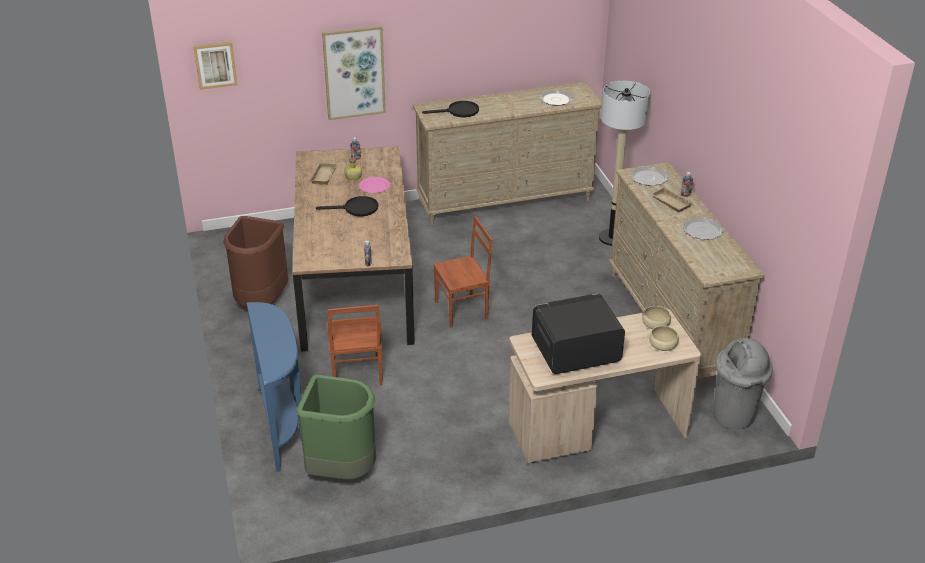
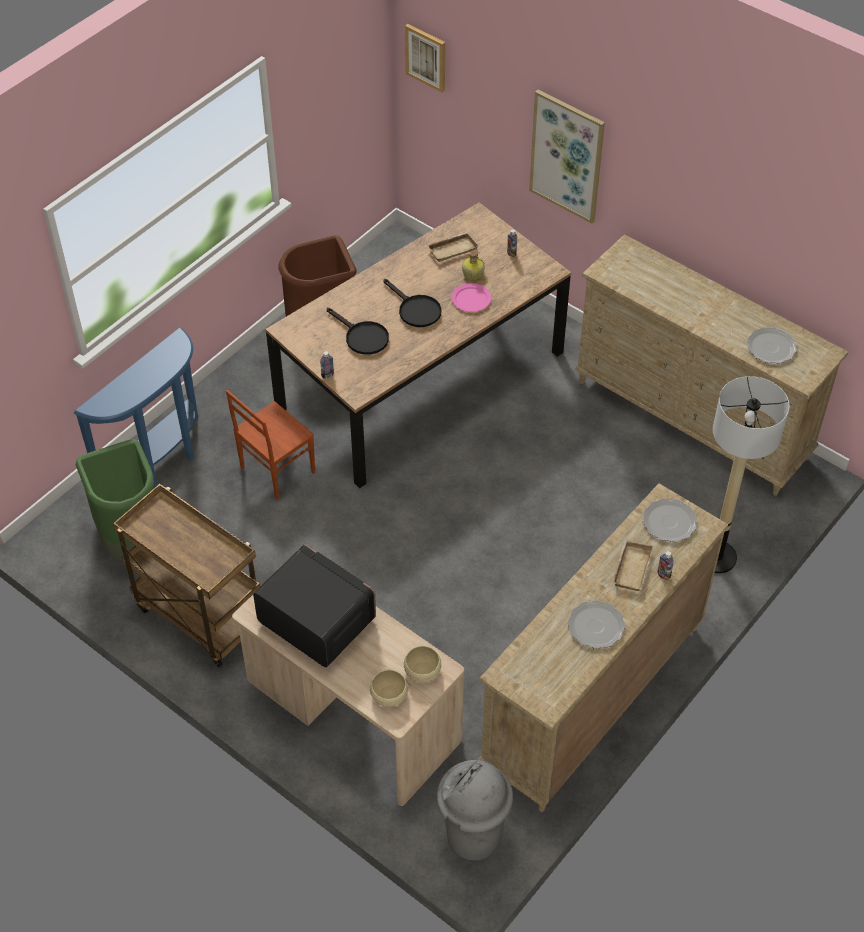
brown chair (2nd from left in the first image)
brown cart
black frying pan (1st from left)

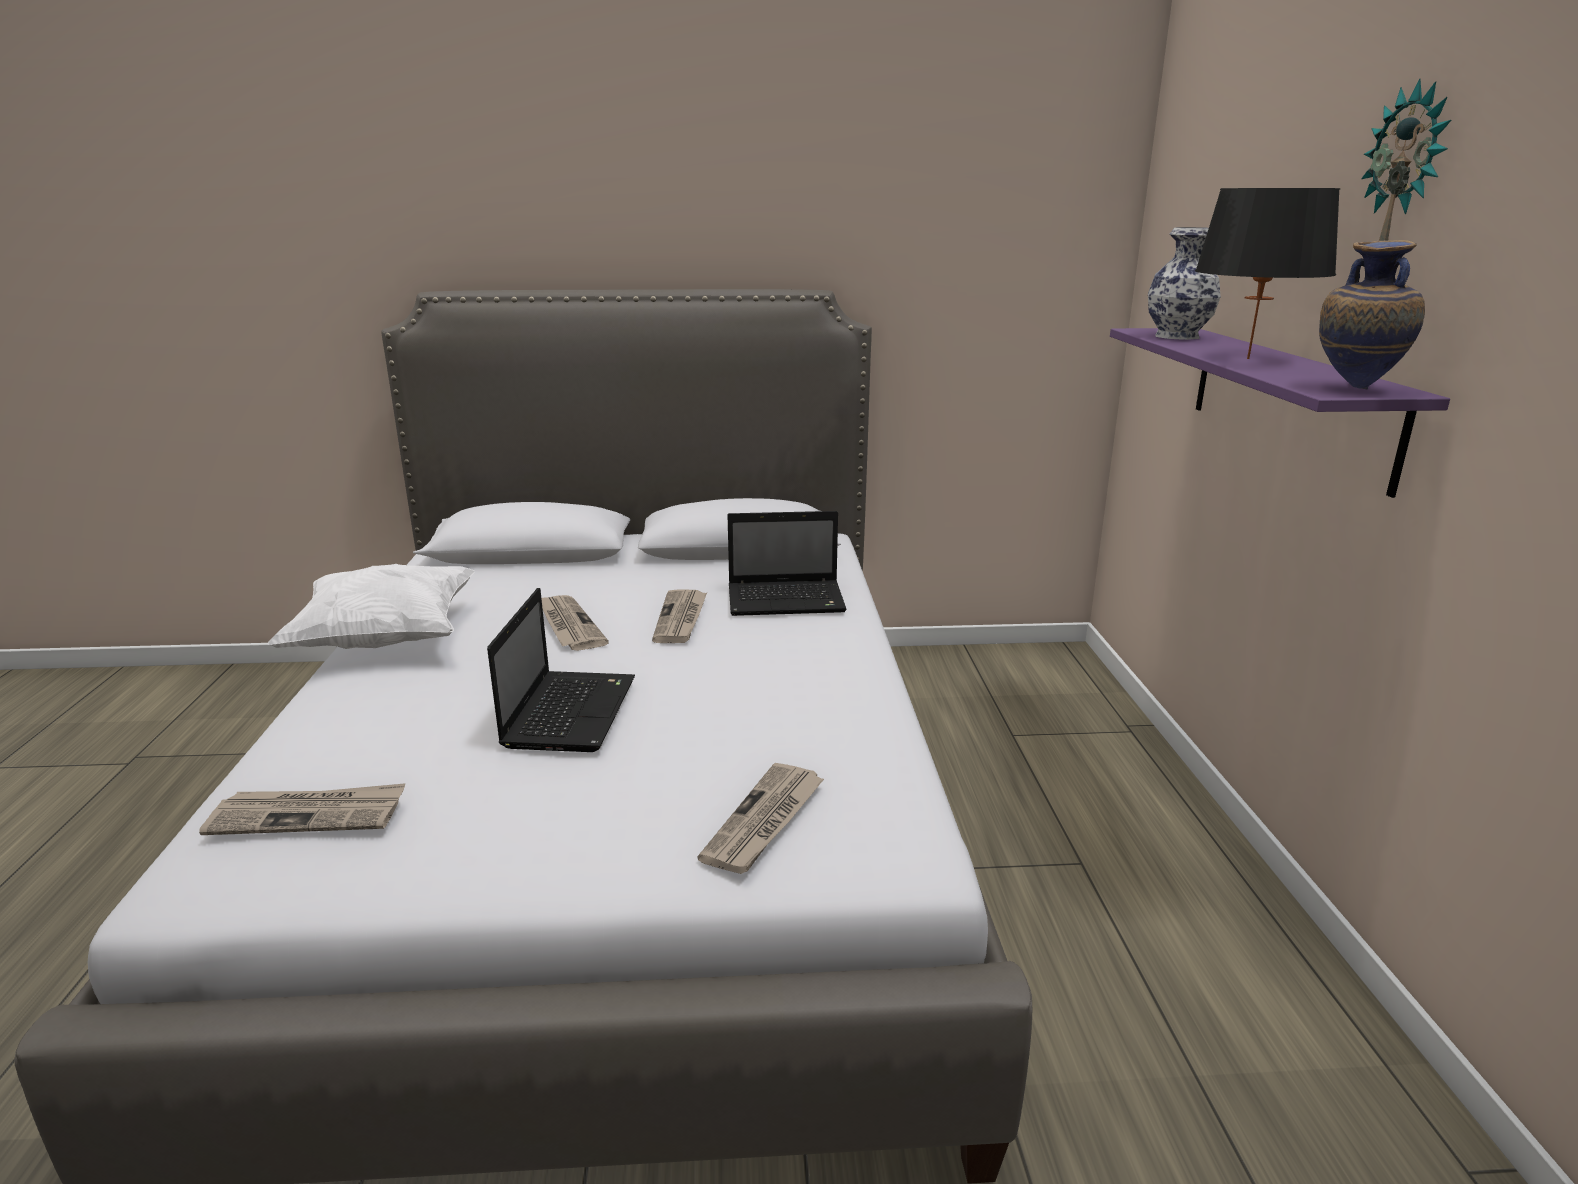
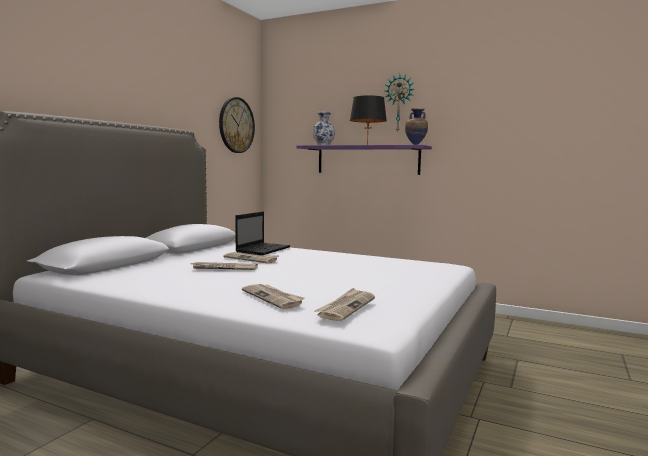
white pillow
laptop (1st from left in the first image)
wall clock (1st from left)
newspaper (3rd from left)

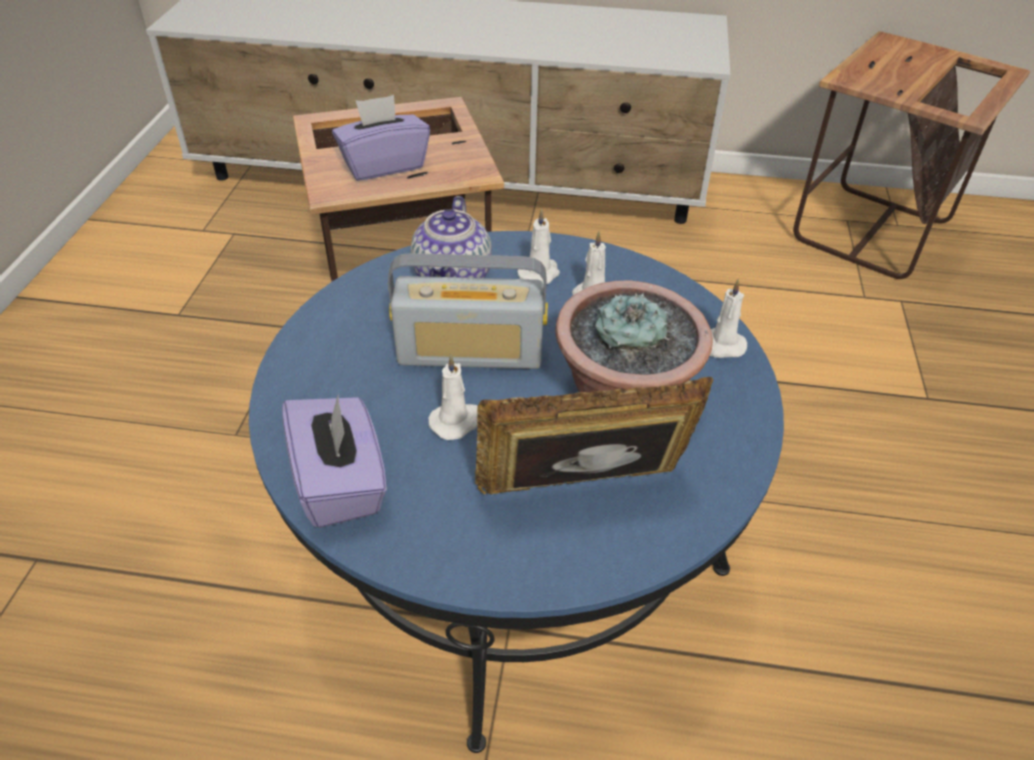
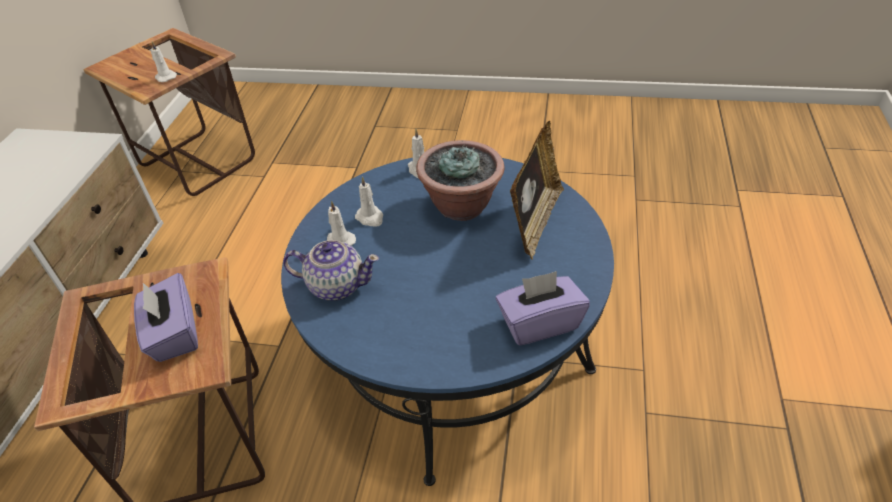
radio
white candle (1st from left)
picture frame

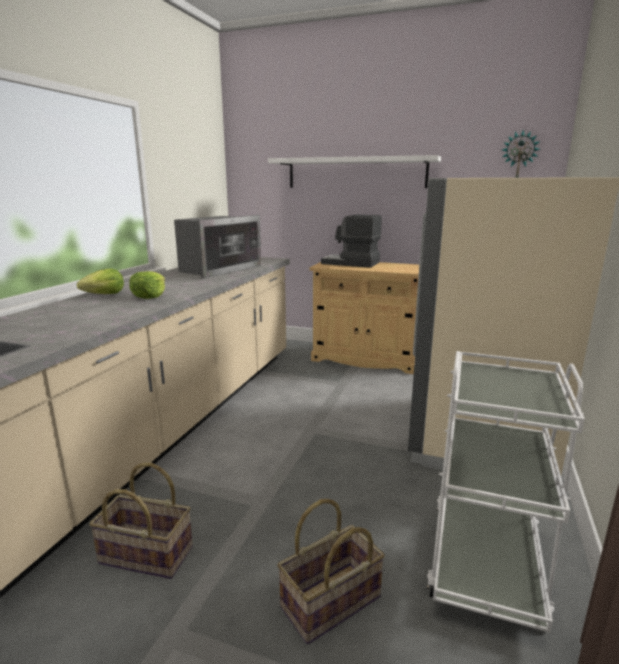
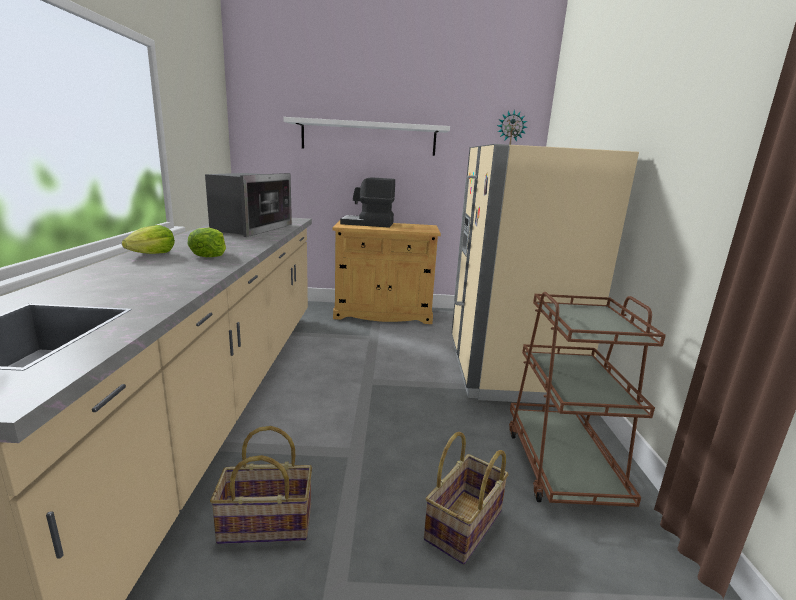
brown cart

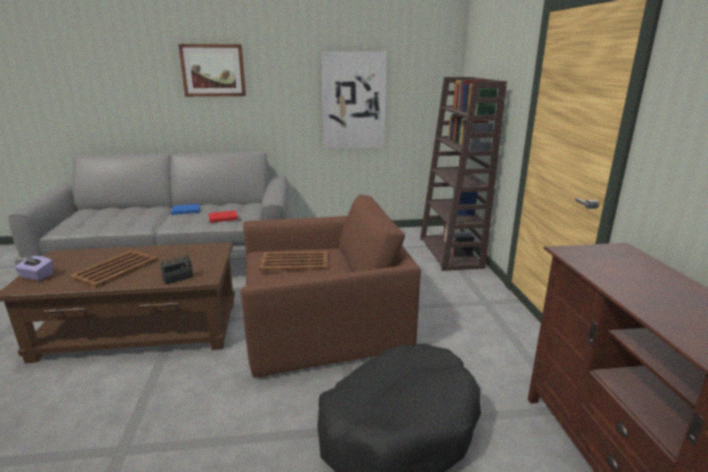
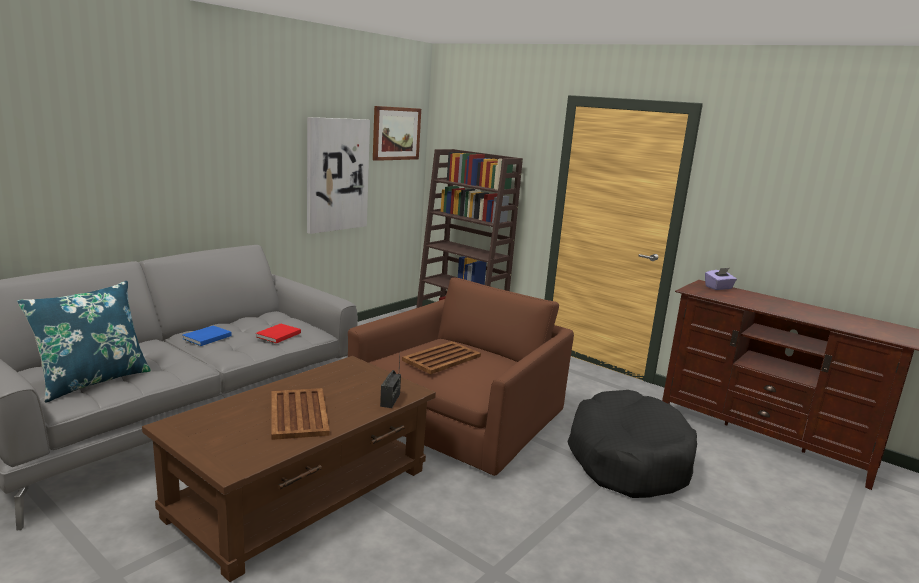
blue pillow
purple tissue box
picture (2nd from left)

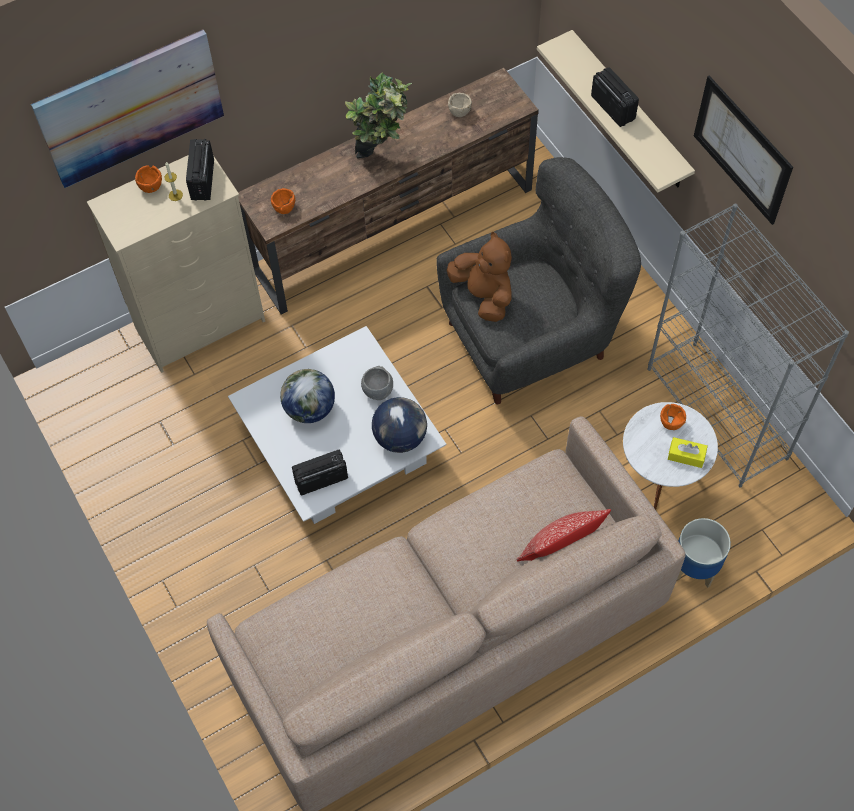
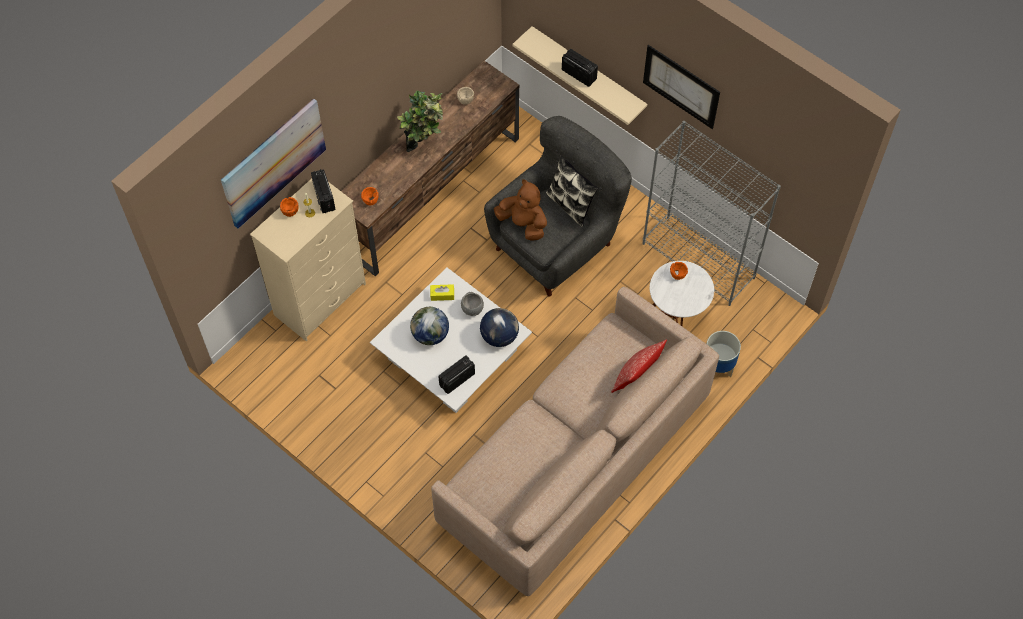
pillow (1st from left)
yellow tissue box

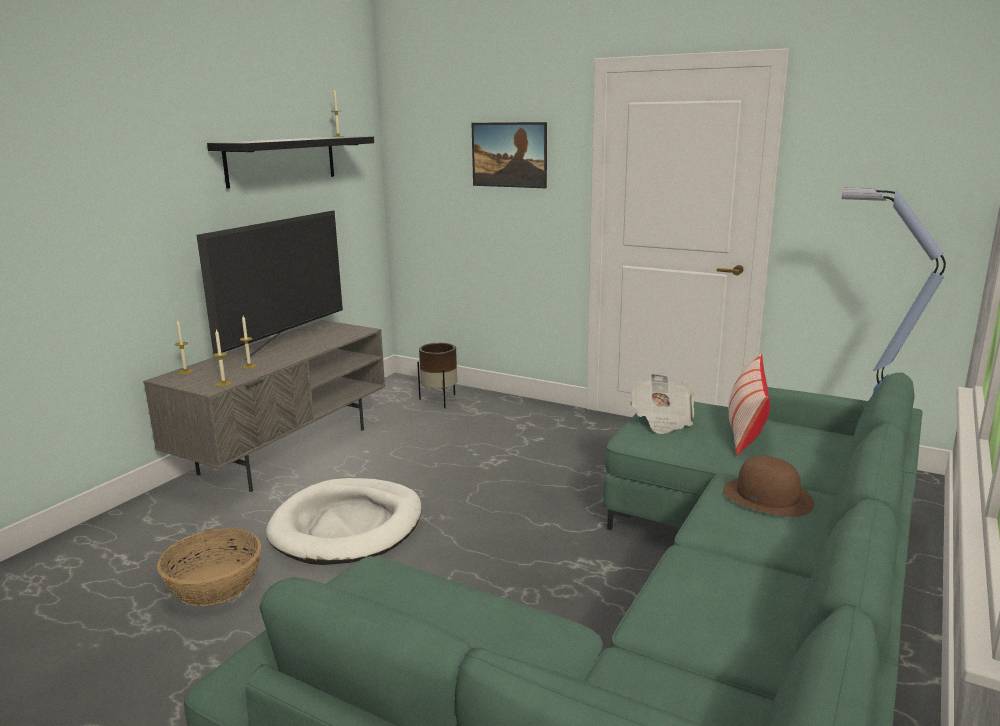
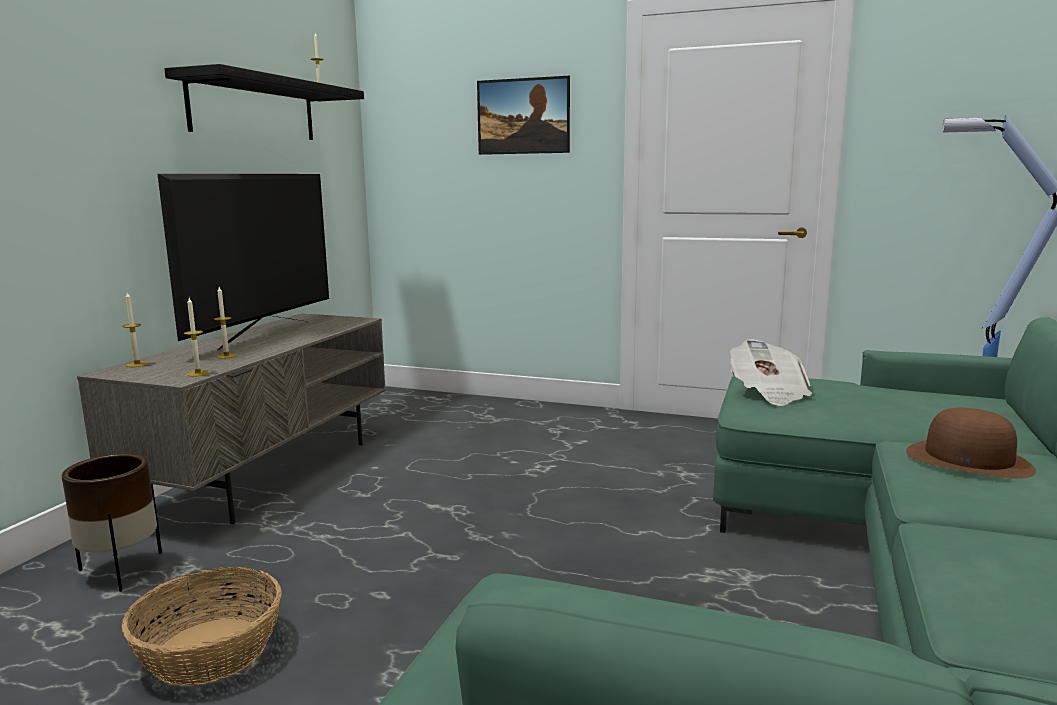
white dog bed
pillow
brown planter

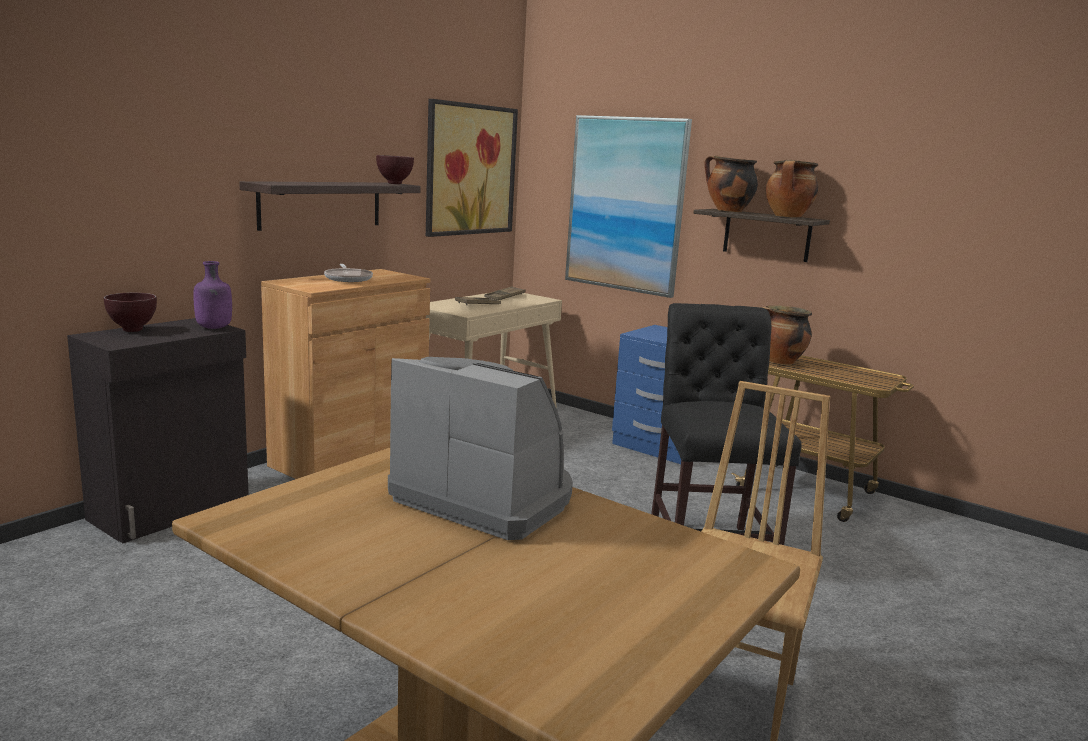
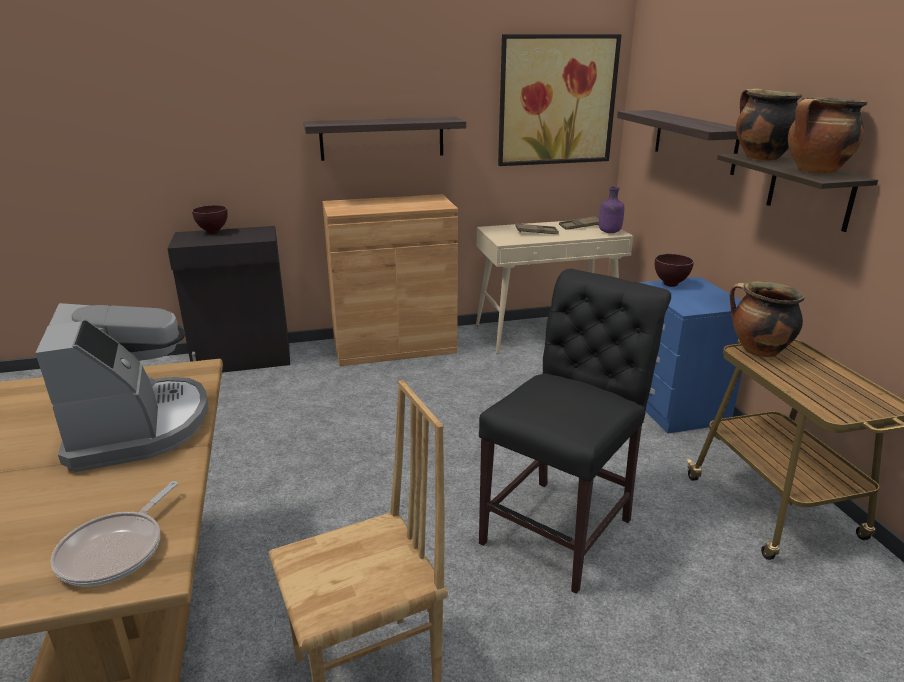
purple bottle
frying pan
brown bowl (2nd from left)
shelf (2nd from left)

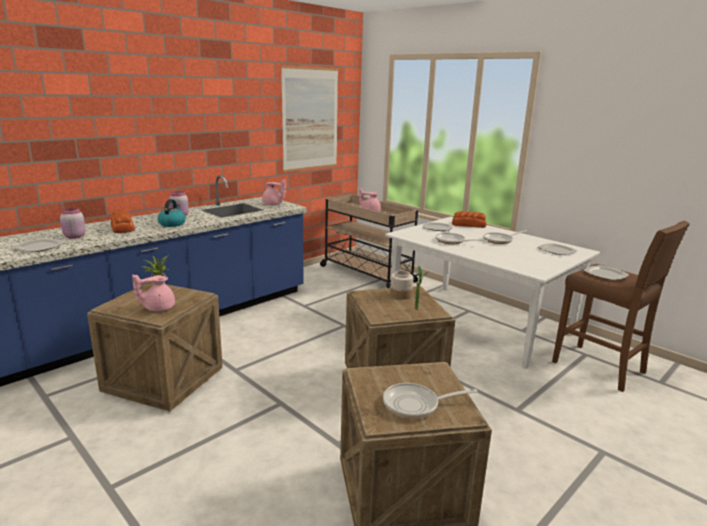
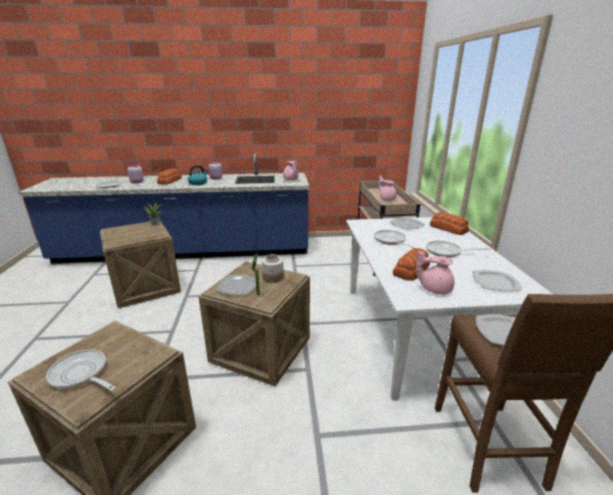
picture
plate (2nd from left)
bread (2nd from left)
pink teapot (3rd from left)

